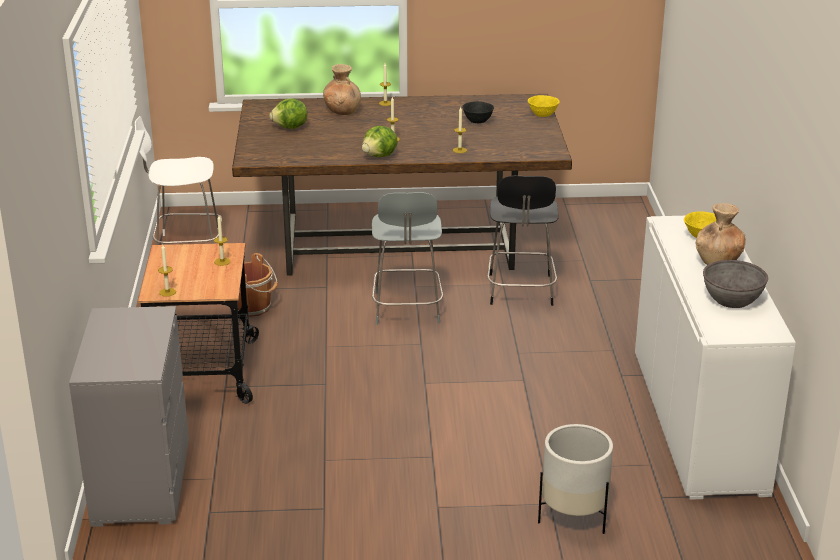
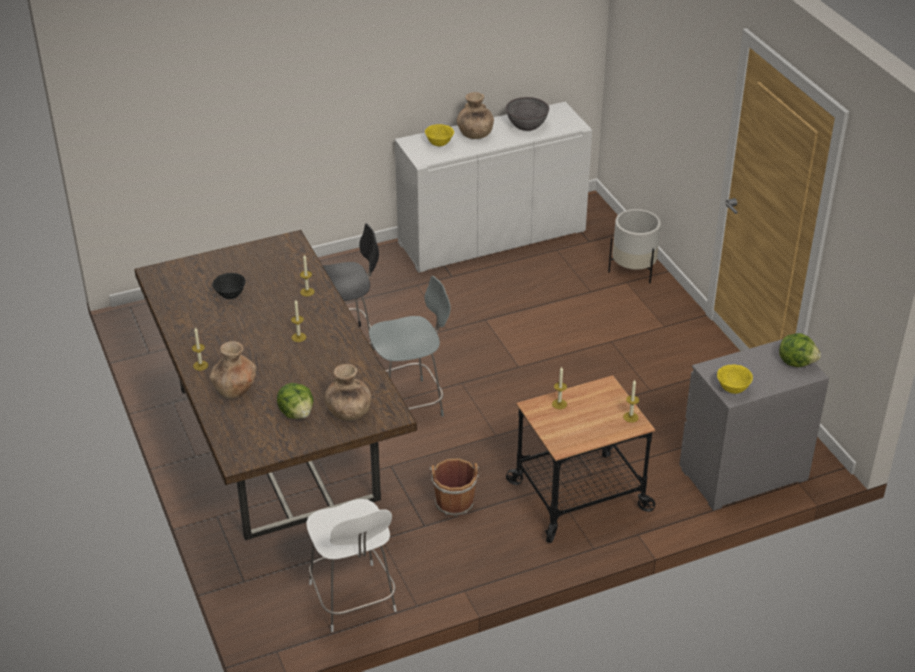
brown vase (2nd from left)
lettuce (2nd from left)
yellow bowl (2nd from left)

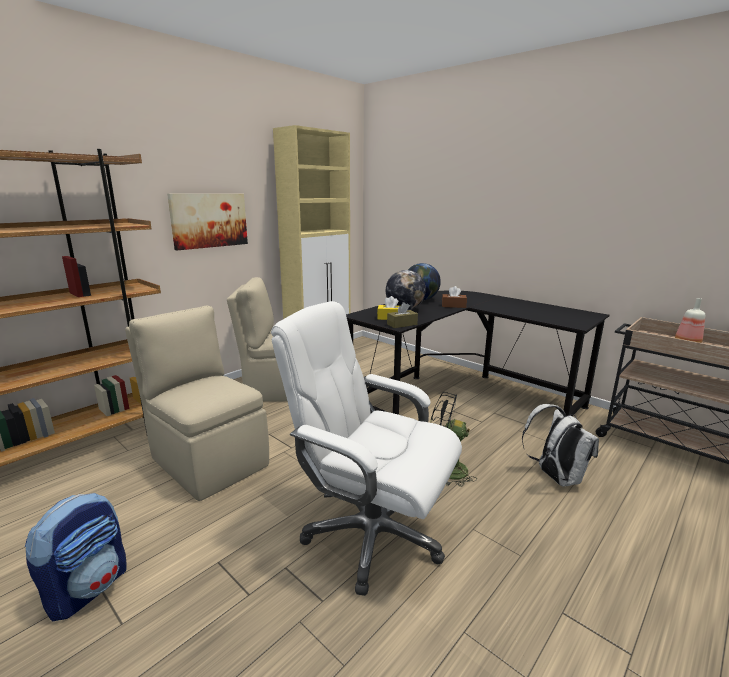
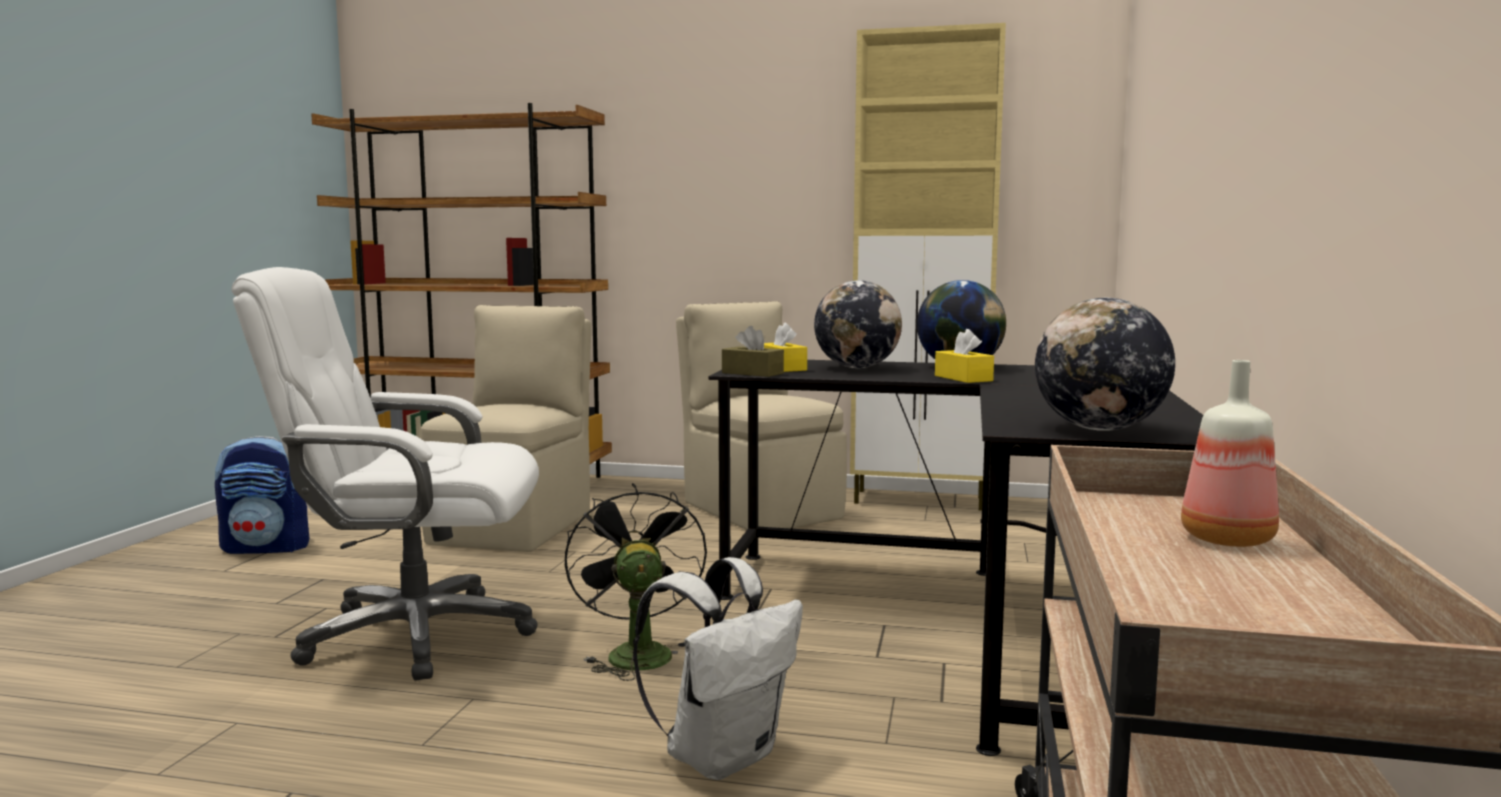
picture
globe (3rd from left)
yellow tissue box (2nd from left)
white office chair

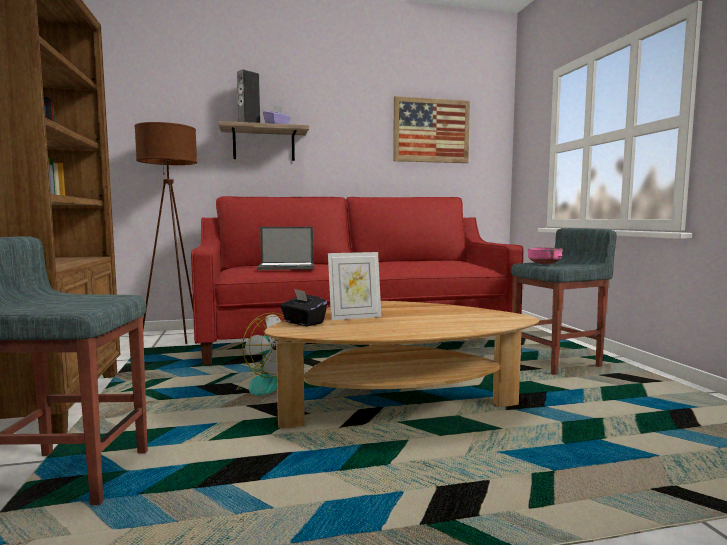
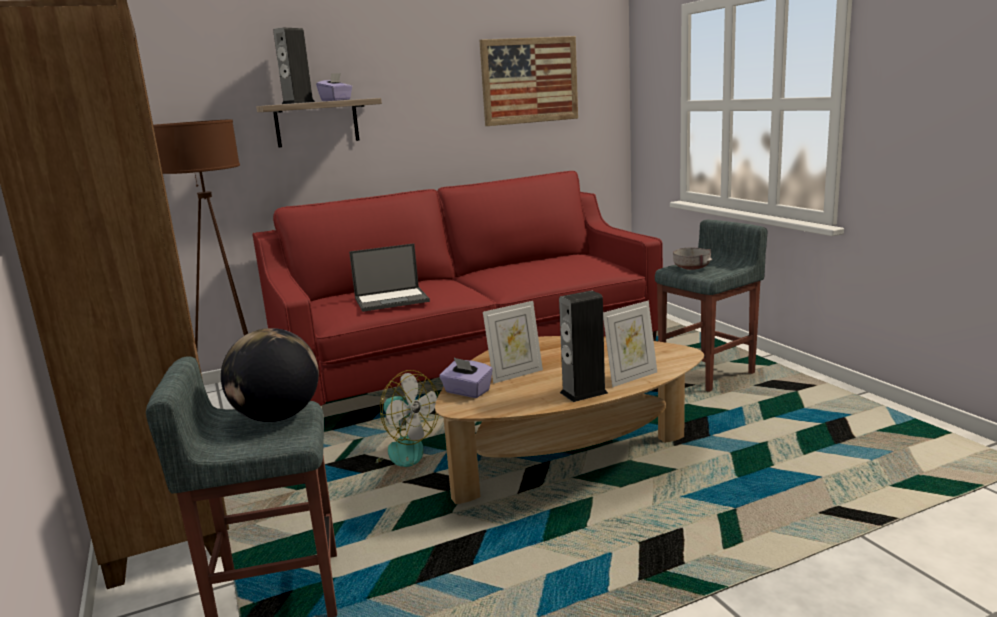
globe
speaker (2nd from left)
picture frame (2nd from left)
purple tissue box (2nd from left)
grey bowl

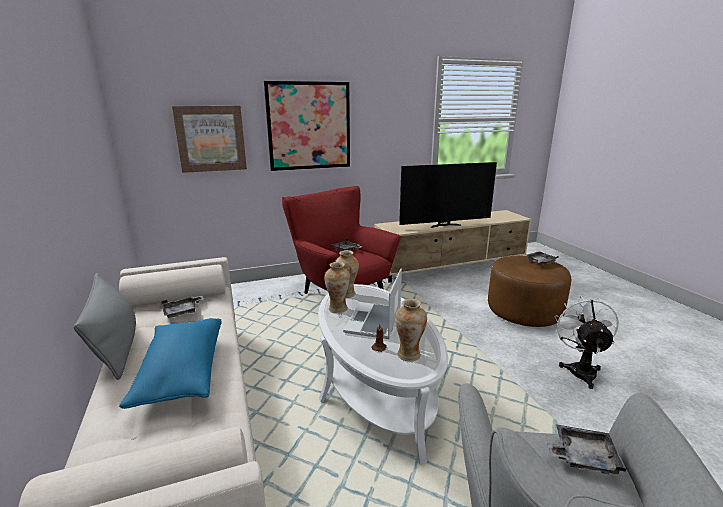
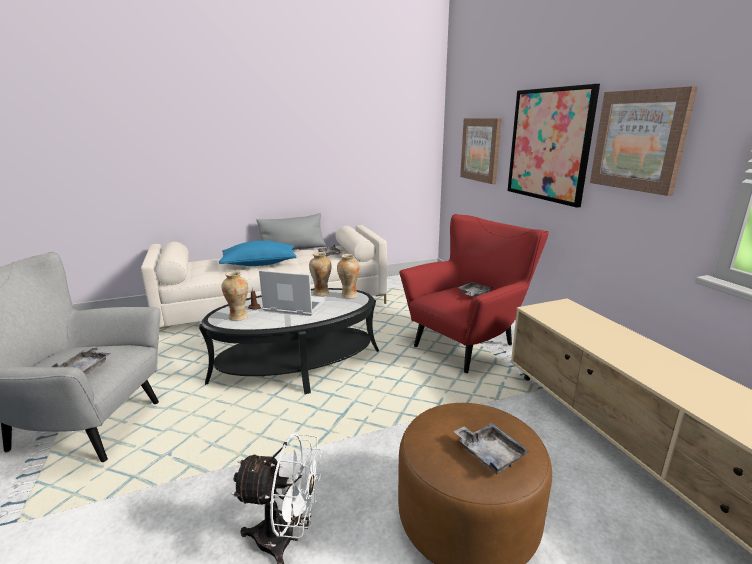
television
picture (3rd from left)
black coffee table

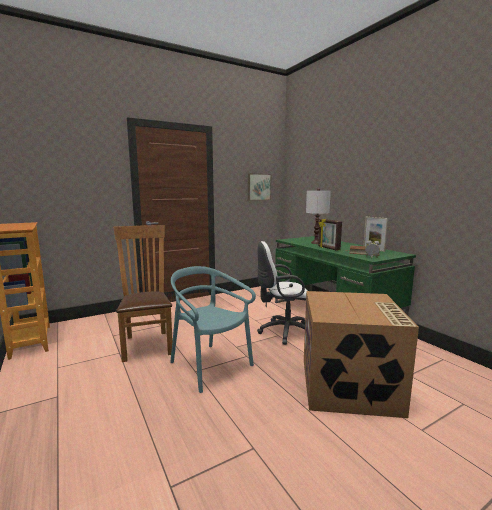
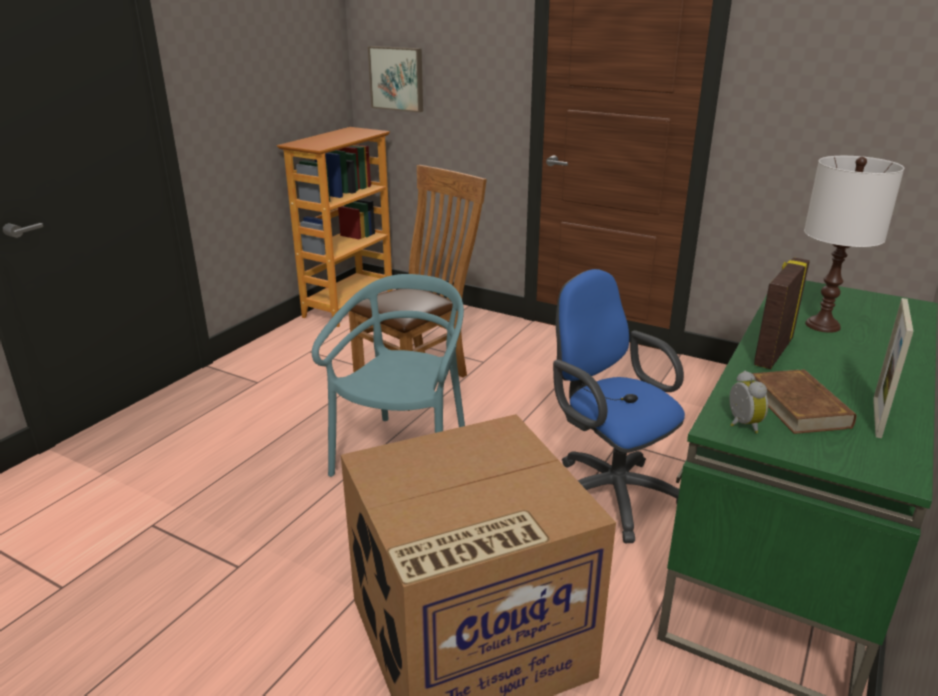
picture
blue office chair

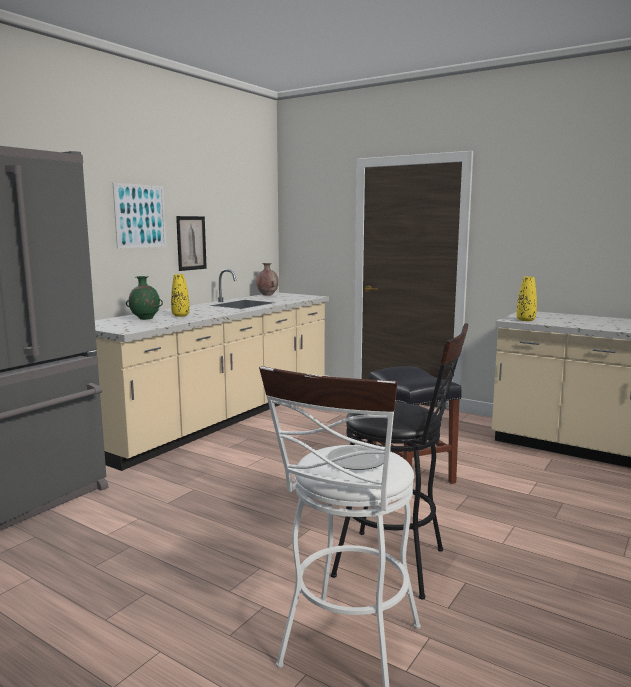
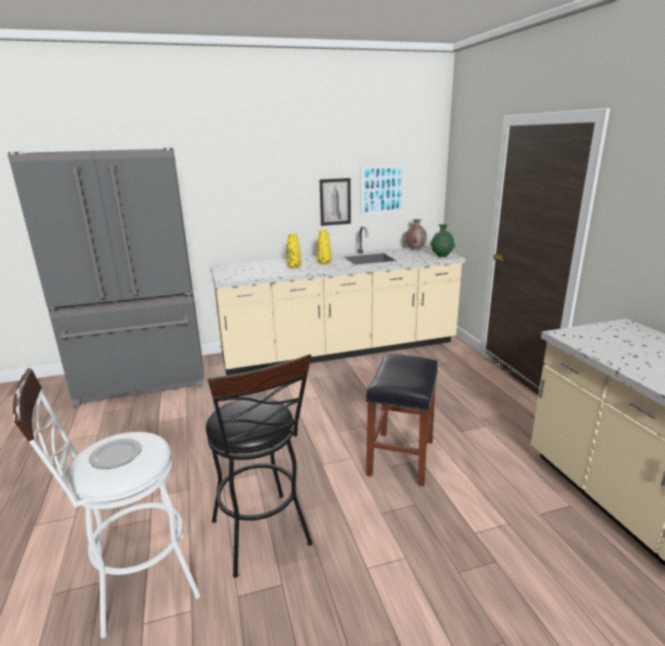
picture (2nd from left)
green vase
yellow vase (2nd from left)

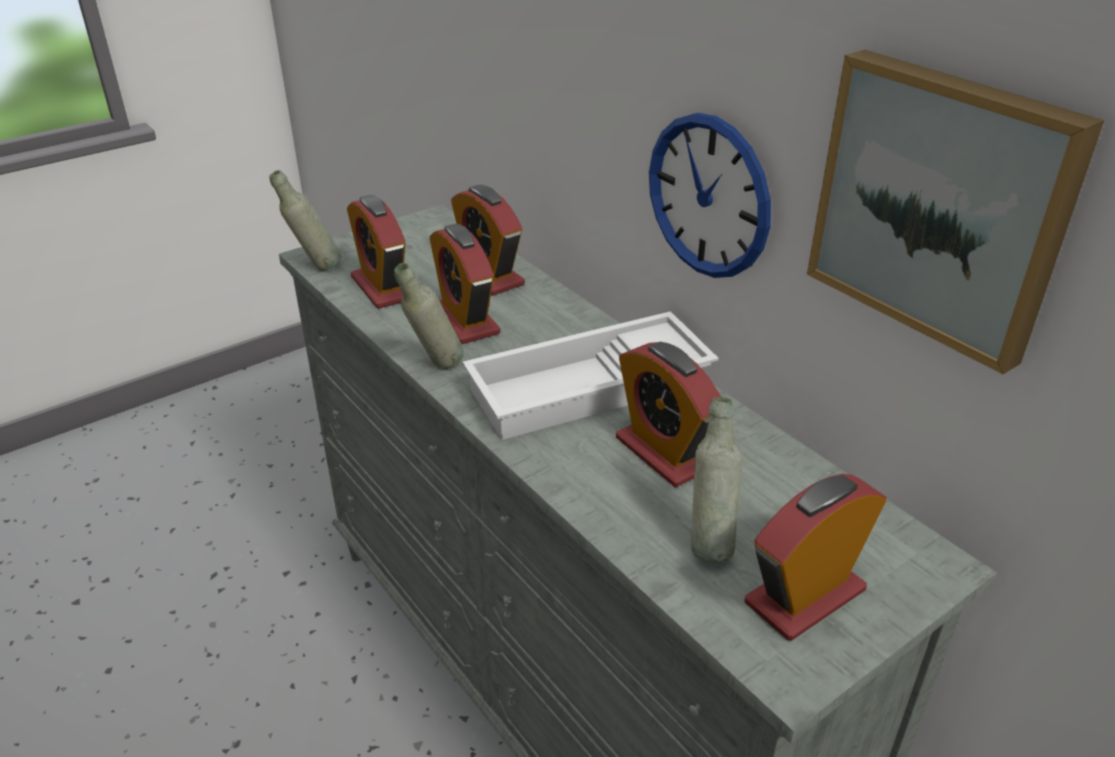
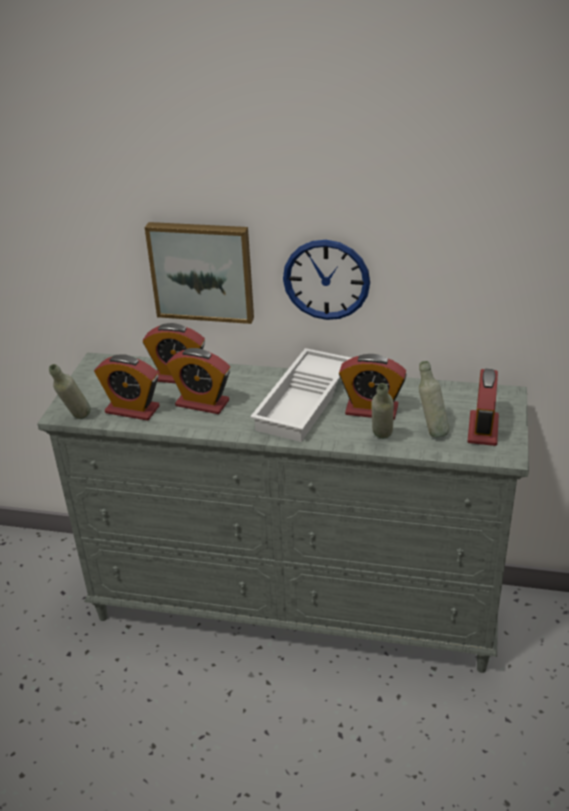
grey bottle (2nd from left)
picture

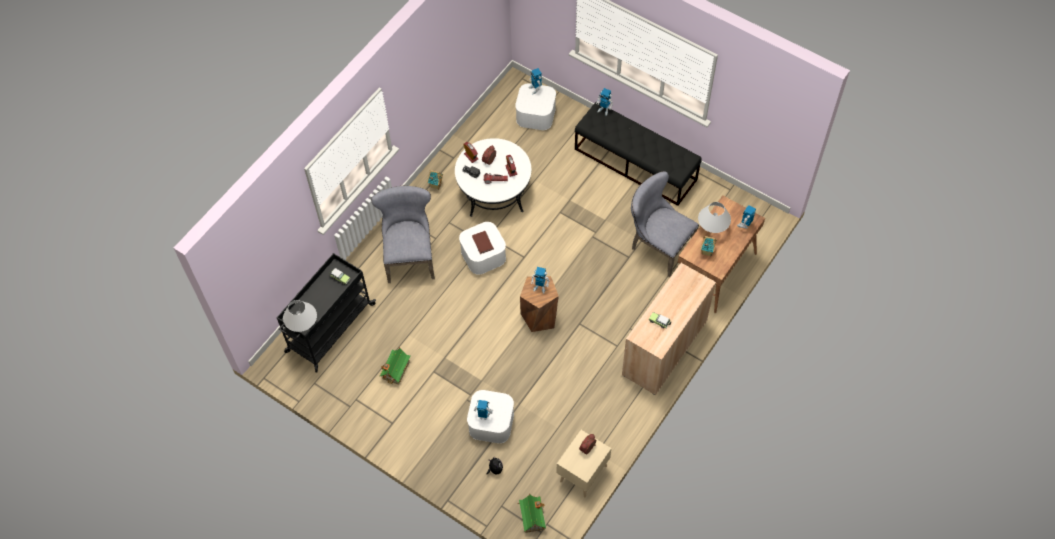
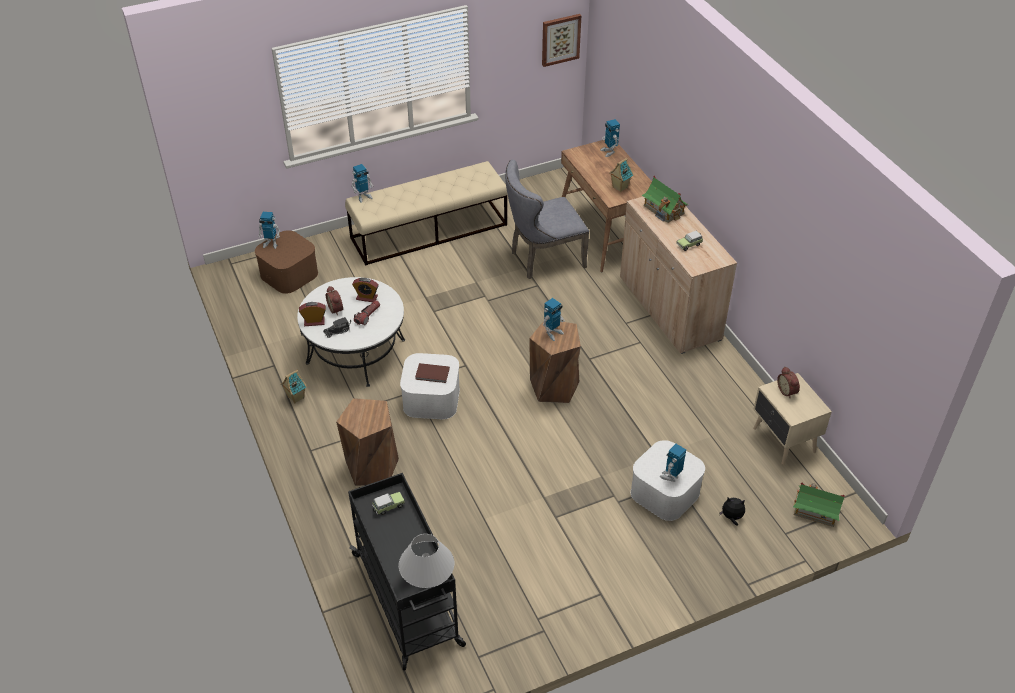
white table lamp (2nd from left in the first image)
picture
toy house (3rd from left)
brown stool (1st from left)
brown storage box
beige bench

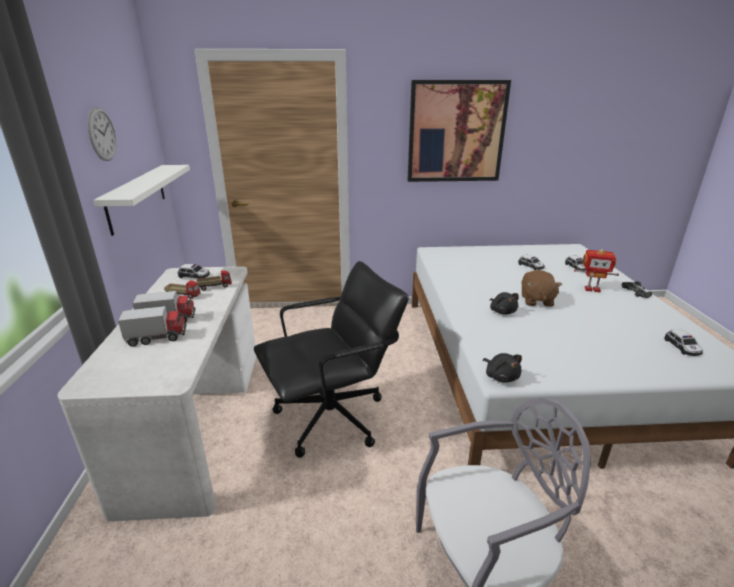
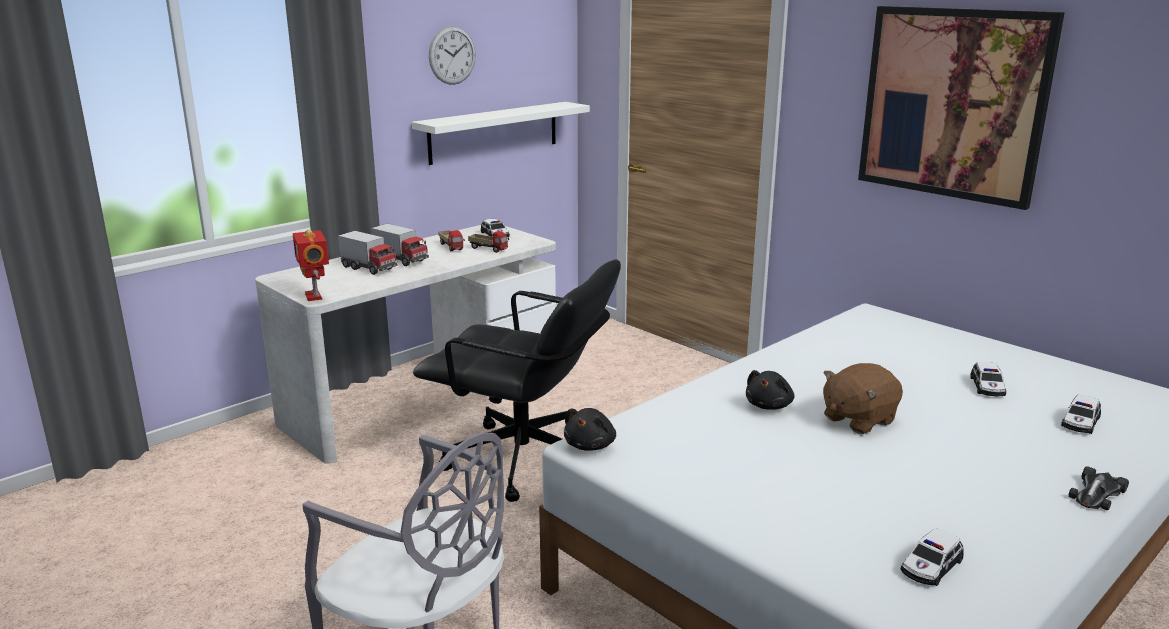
toy robot

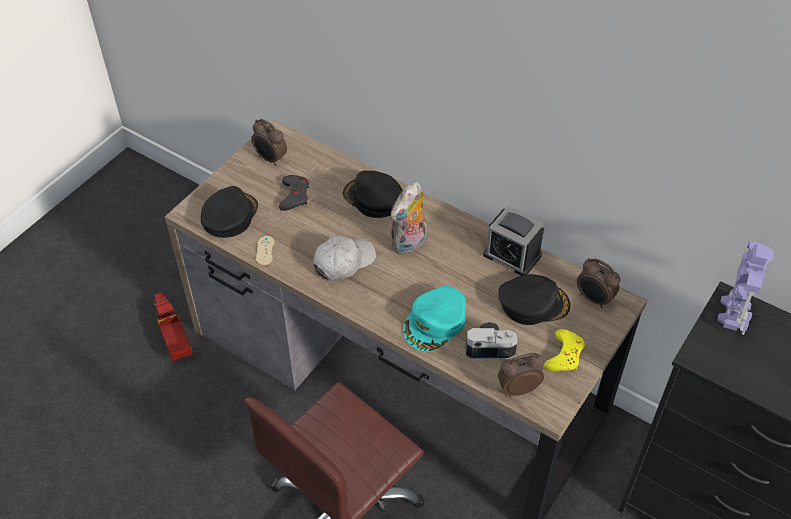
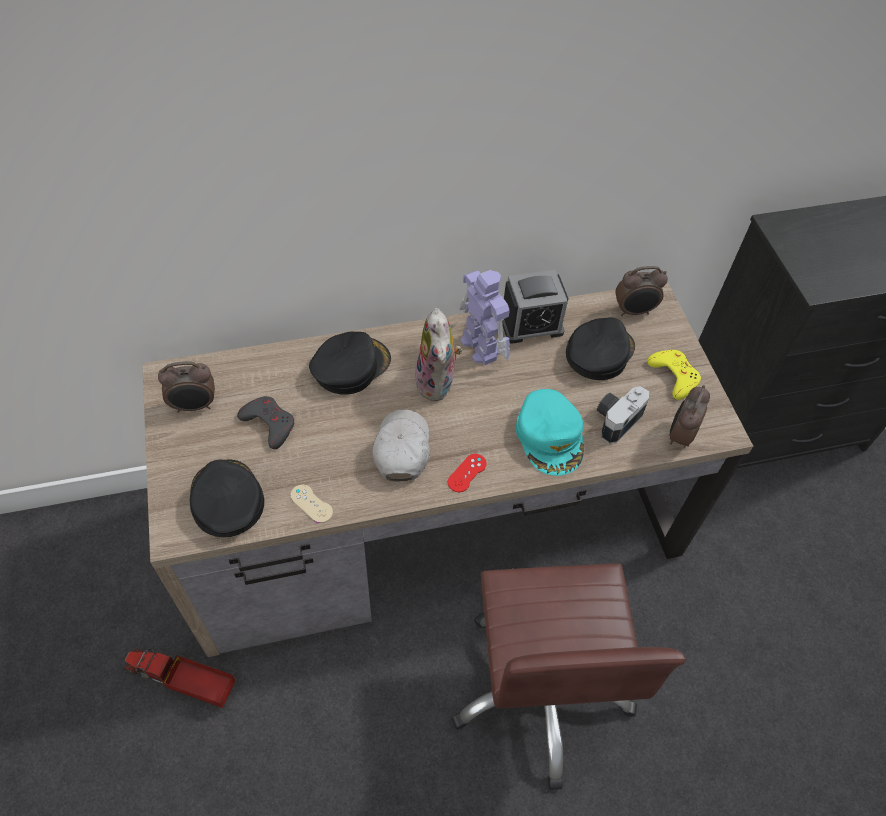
red game controller
toy robot
black cap (2nd from left)

